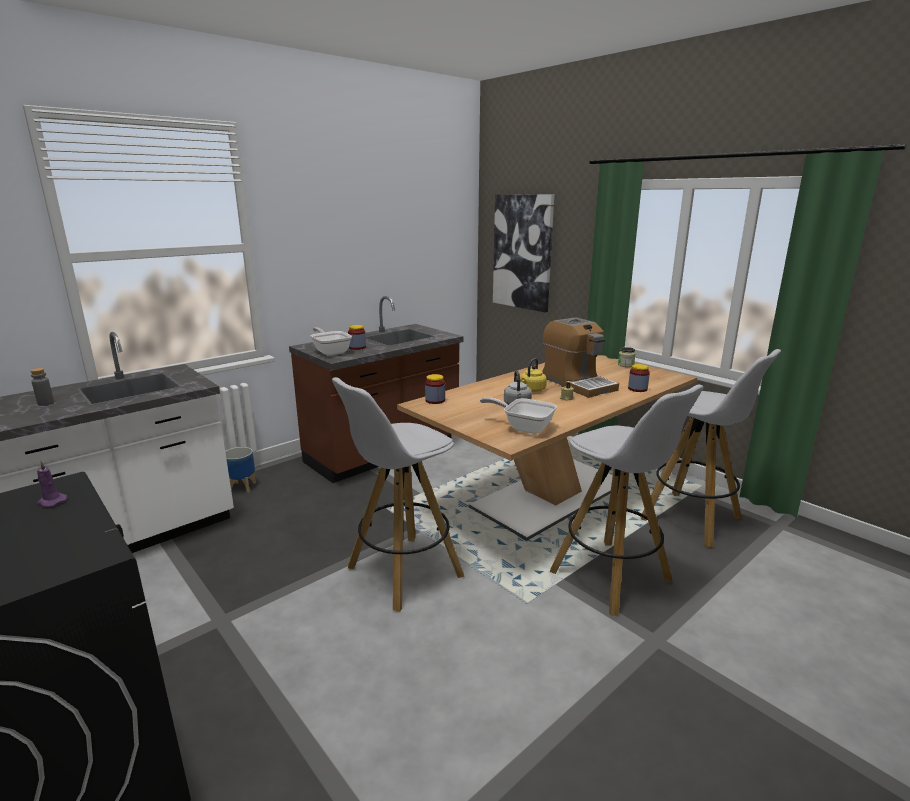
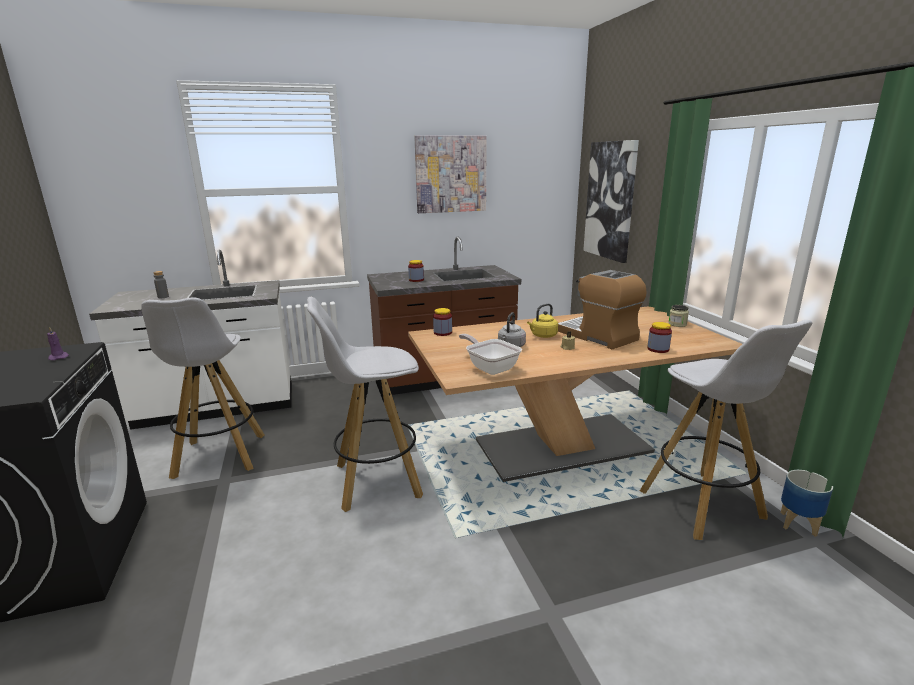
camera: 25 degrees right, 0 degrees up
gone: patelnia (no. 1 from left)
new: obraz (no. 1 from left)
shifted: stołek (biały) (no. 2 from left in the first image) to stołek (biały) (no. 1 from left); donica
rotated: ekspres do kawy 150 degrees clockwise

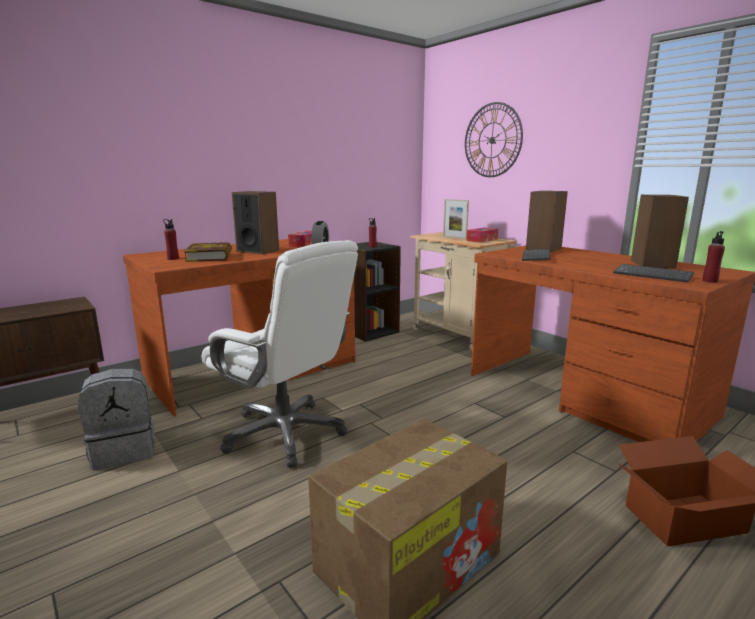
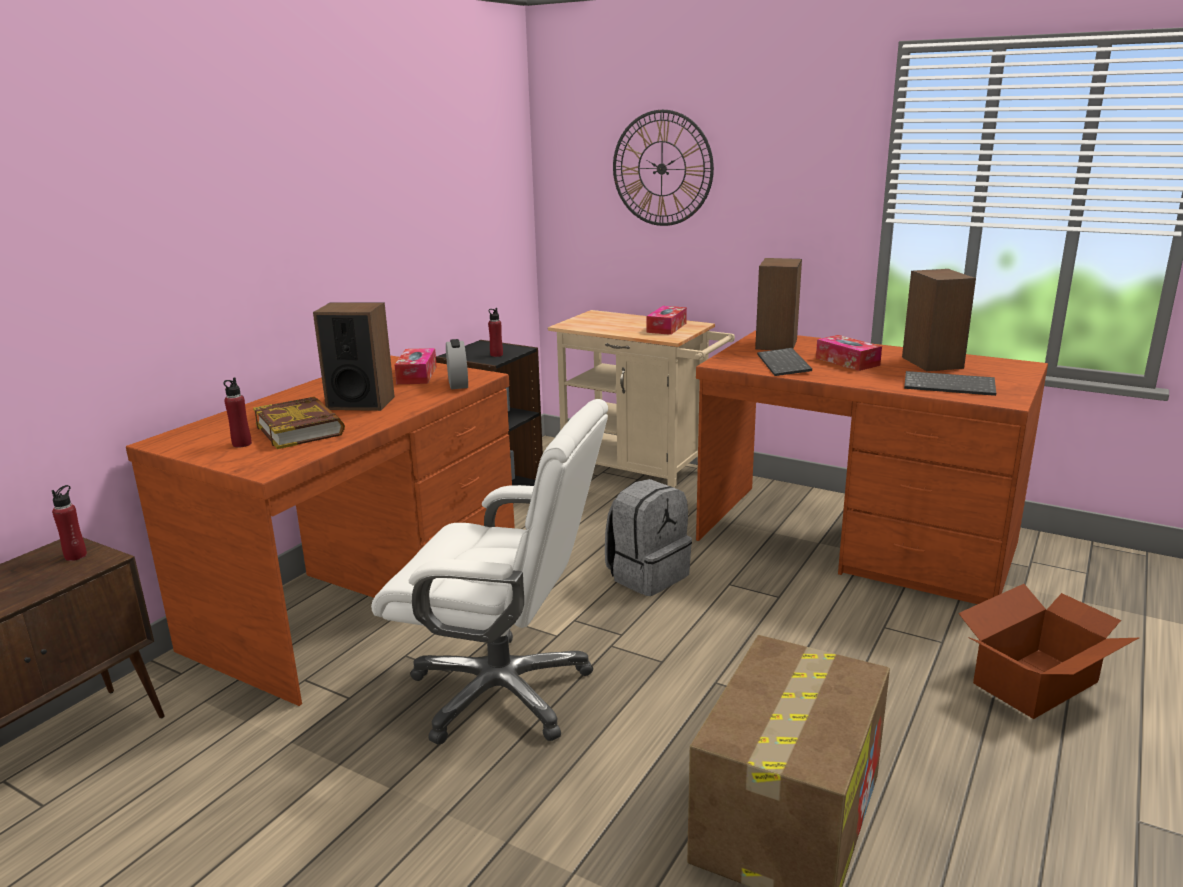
camera: 20 degrees left, 5 degrees up
gone: ramka na zdjęcie
new: pudełko chusteczek (no. 3 from left)
shifted: butelka (czerwony) (no. 3 from left in the first image) to butelka (czerwony) (no. 1 from left); plecak (szary)

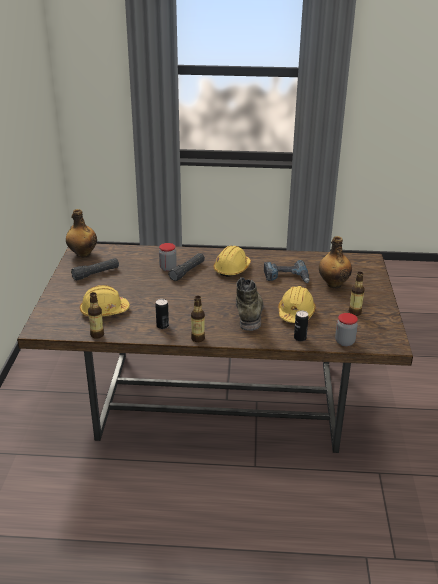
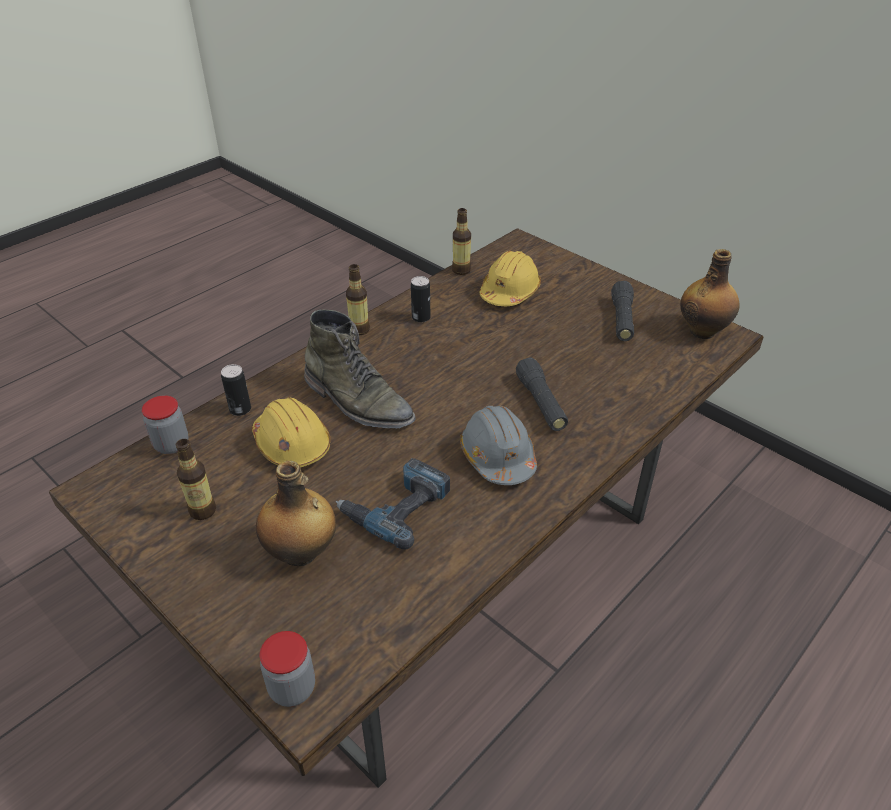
camera: 130 degrees right, 10 degrees up
shifted: słoik (no. 1 from left in the first image) to słoik (no. 2 from left)
repainted: kask (żółty) (no. 2 from left) to kask (szary)

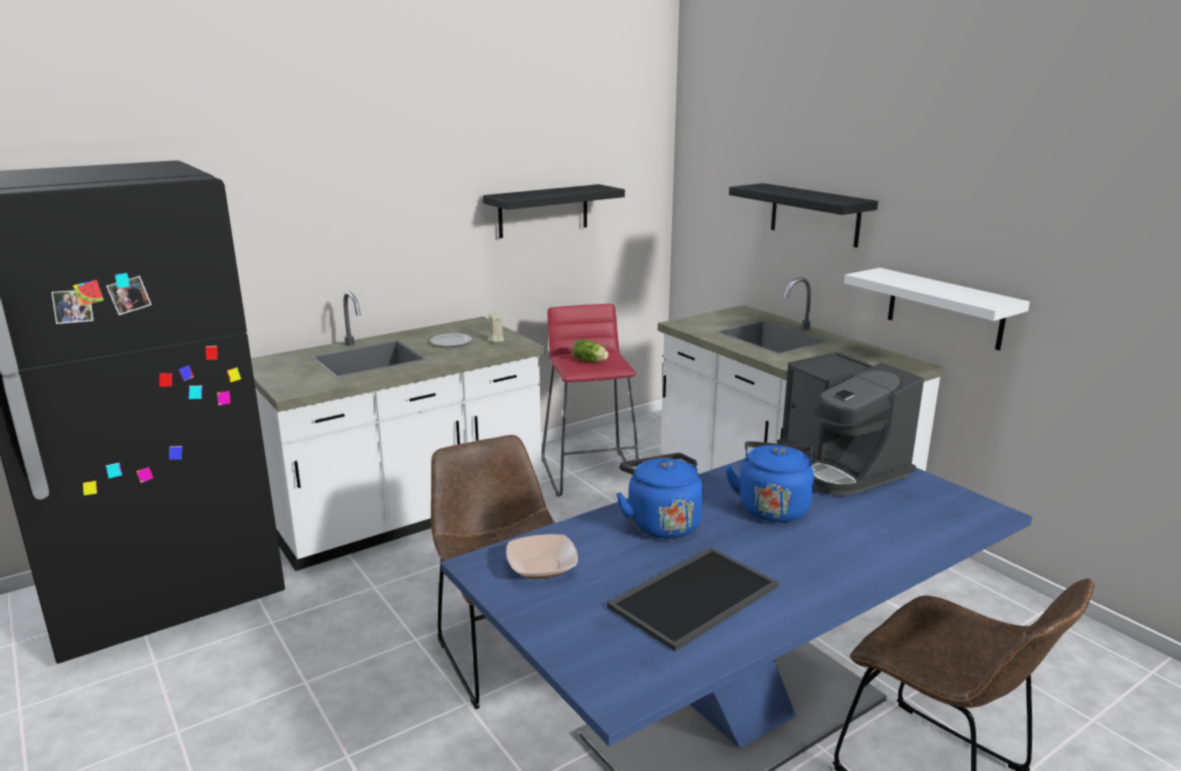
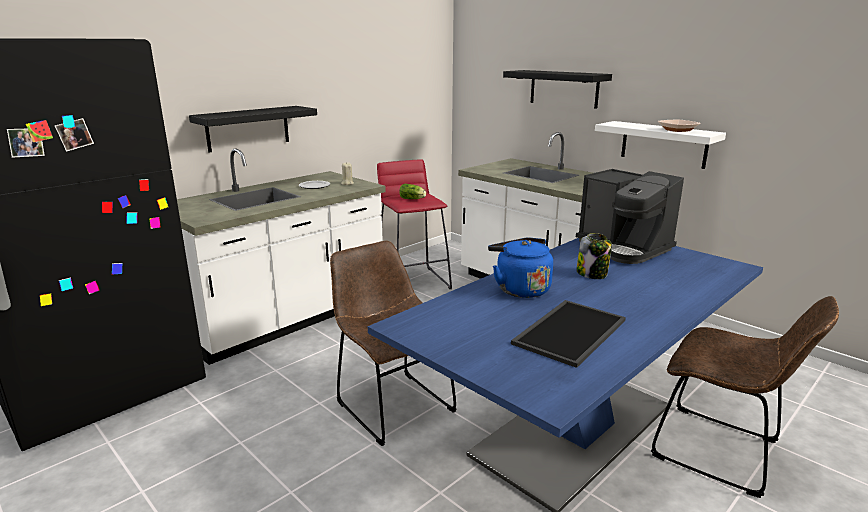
camera: 10 degrees left, 0 degrees up
shifted: półka (czarny) (no. 1 from left); miska
swapped: czajnik (niebieski) (no. 2 from left) to słoik

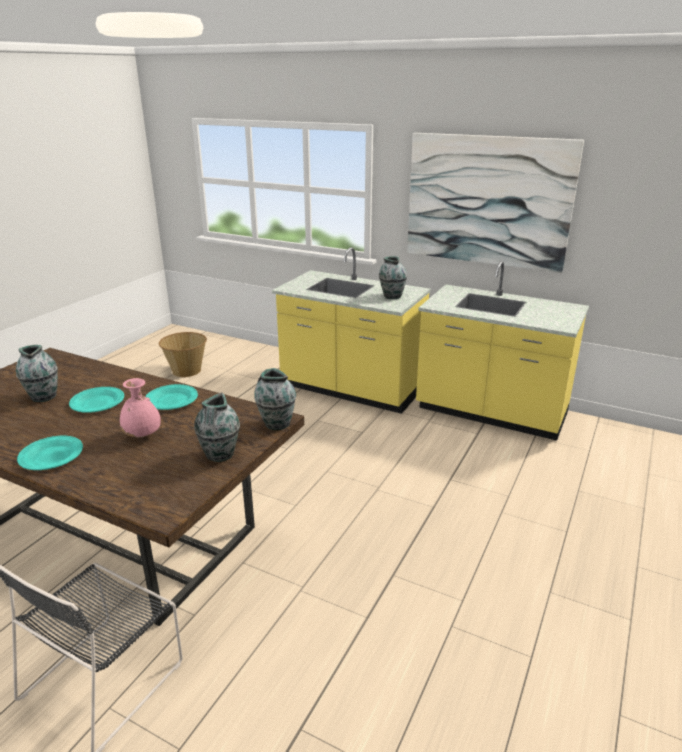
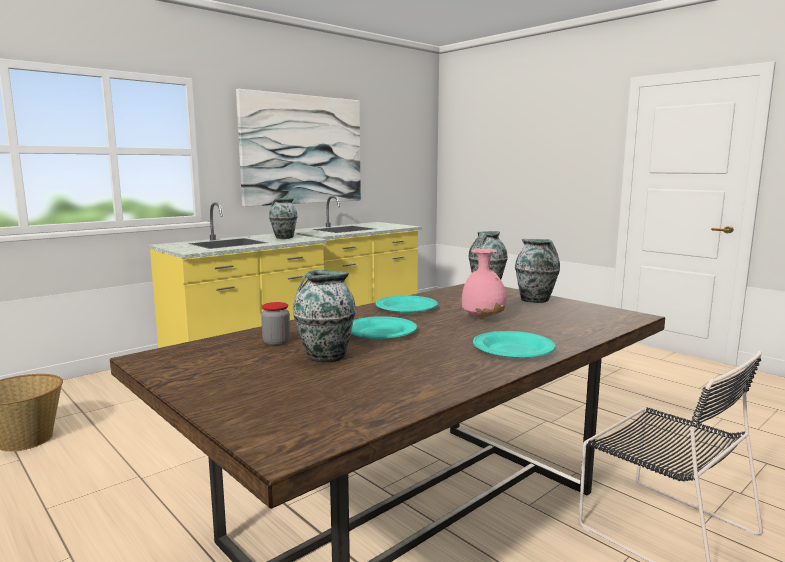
camera: 70 degrees left, 15 degrees down
new: słoik

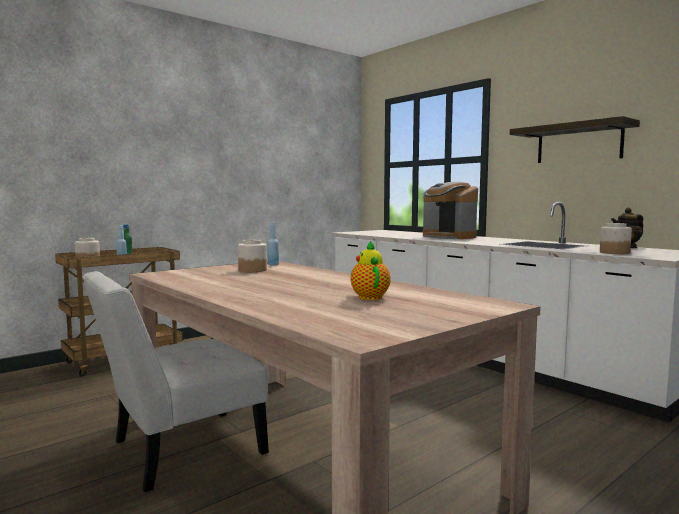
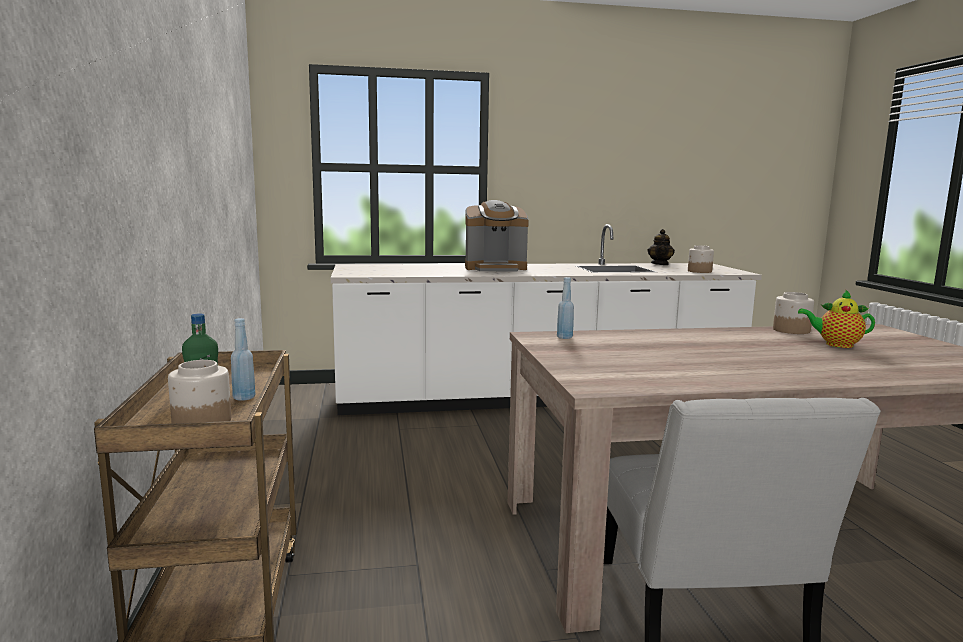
camera: 60 degrees left, 5 degrees up
gone: półka
shifted: słoik (no. 2 from left in the first image) to słoik (no. 3 from left)

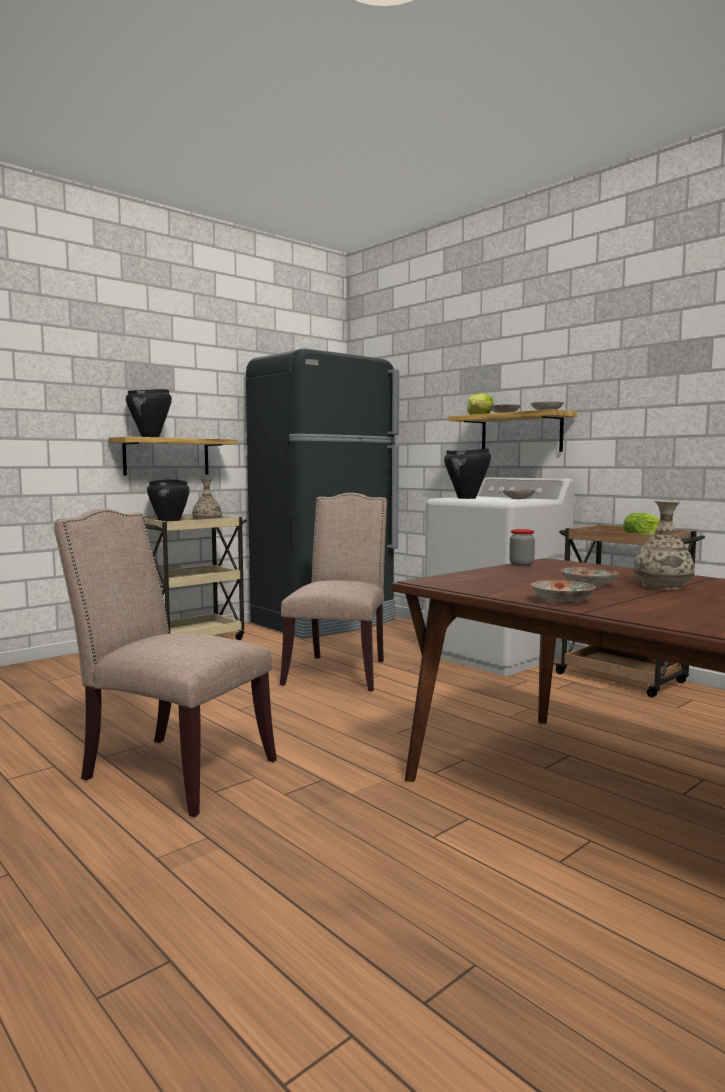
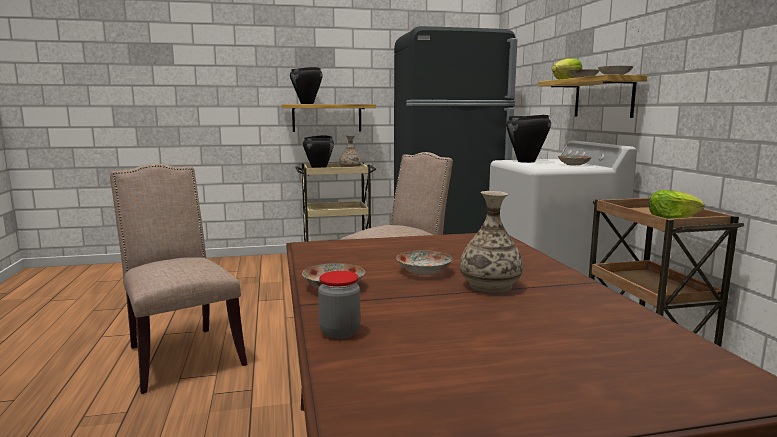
camera: 30 degrees right, 5 degrees up
shifted: słoik

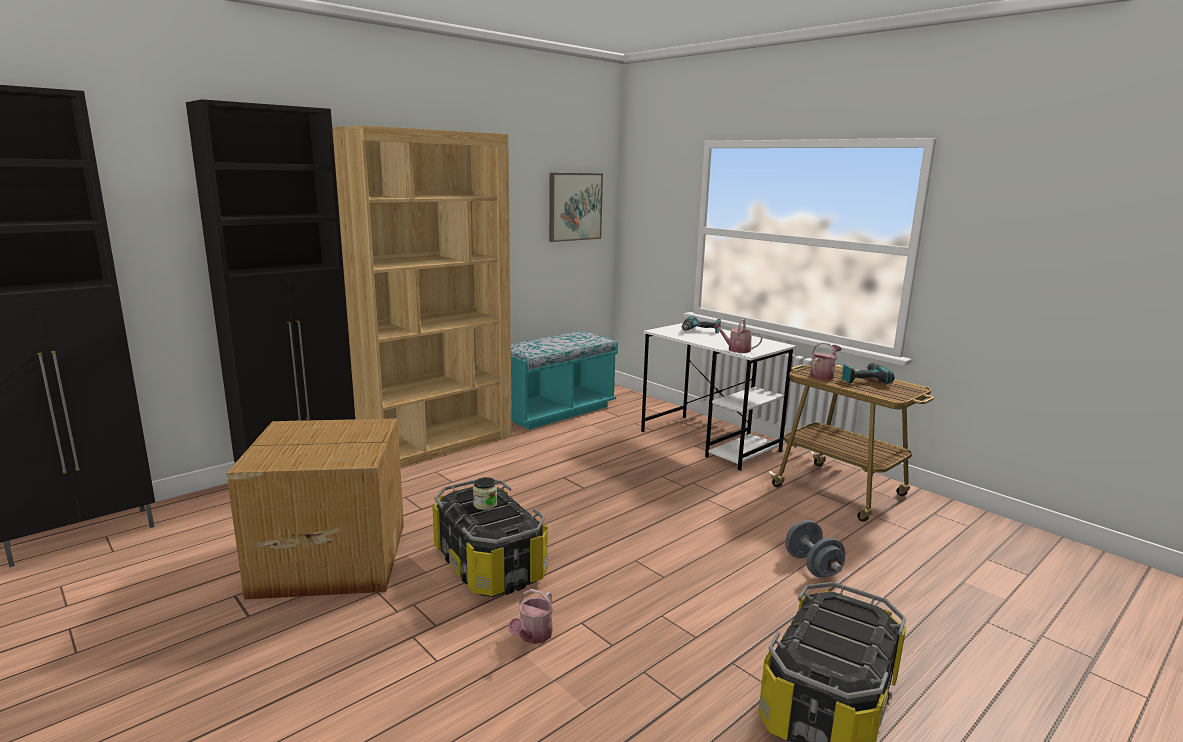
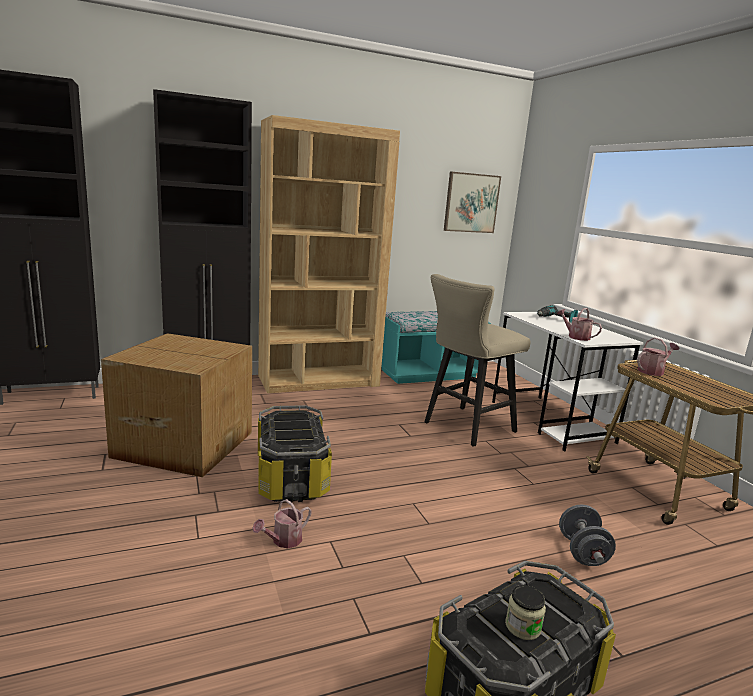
camera: 20 degrees right, 0 degrees up
gone: wiertarka (no. 2 from left)
new: stołek (beżowy)
shifted: słoik

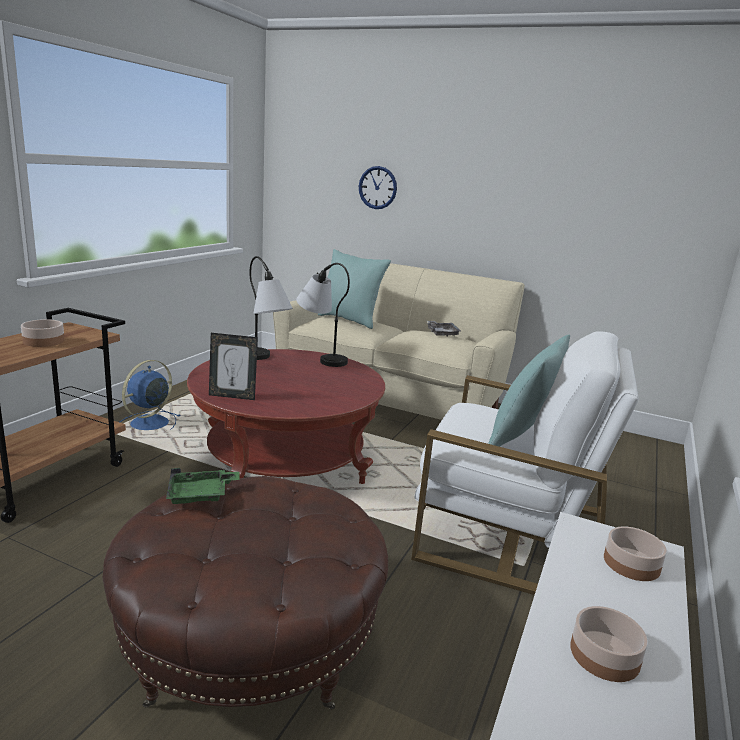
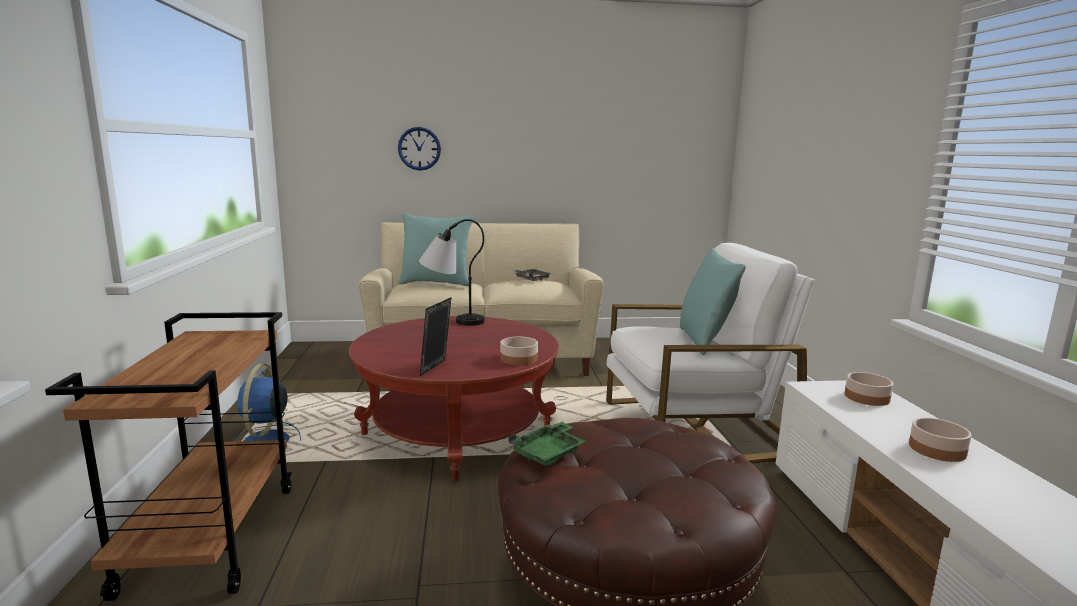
camera: 30 degrees left, 5 degrees down
gone: lampa stołowa (no. 1 from left)
shifted: miska (no. 1 from left)
rotated: ramka na zdjęcie 135 degrees clockwise

